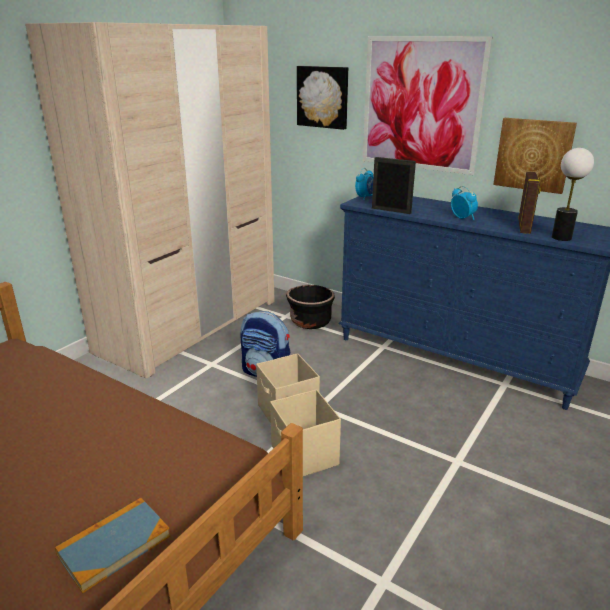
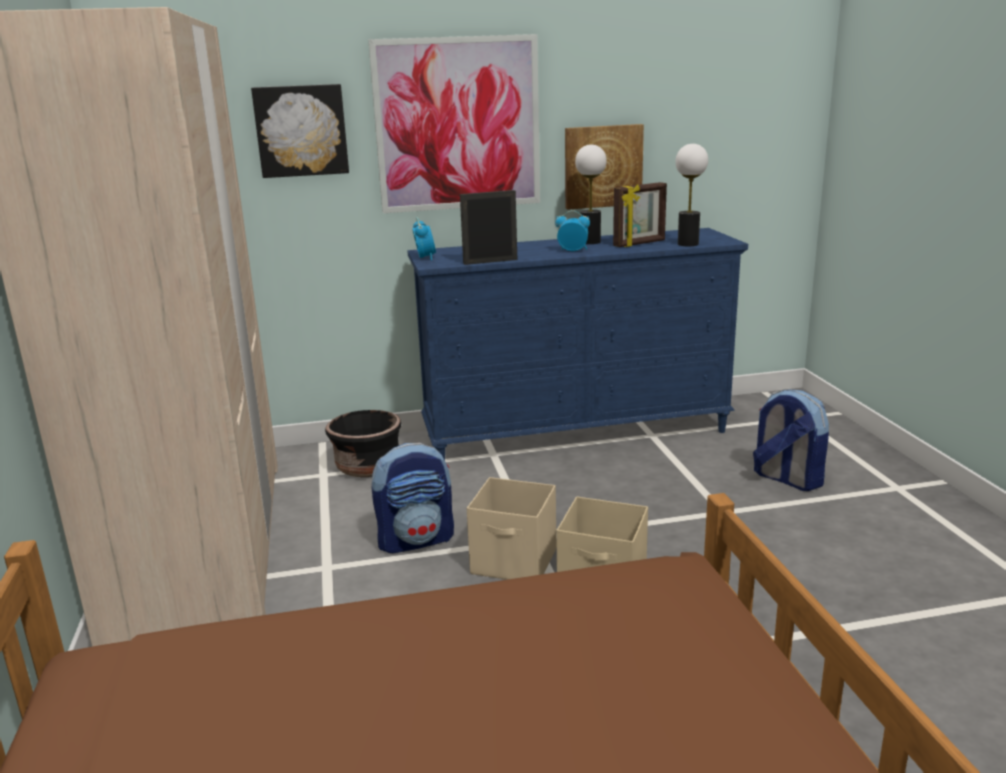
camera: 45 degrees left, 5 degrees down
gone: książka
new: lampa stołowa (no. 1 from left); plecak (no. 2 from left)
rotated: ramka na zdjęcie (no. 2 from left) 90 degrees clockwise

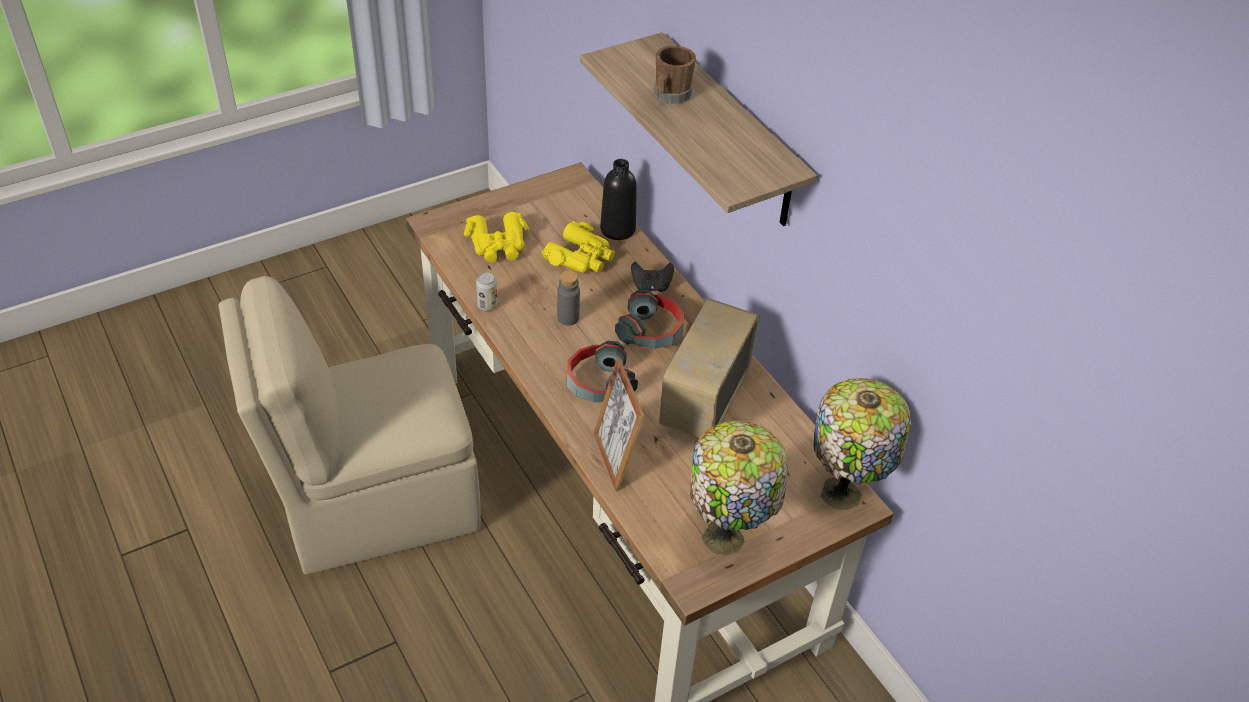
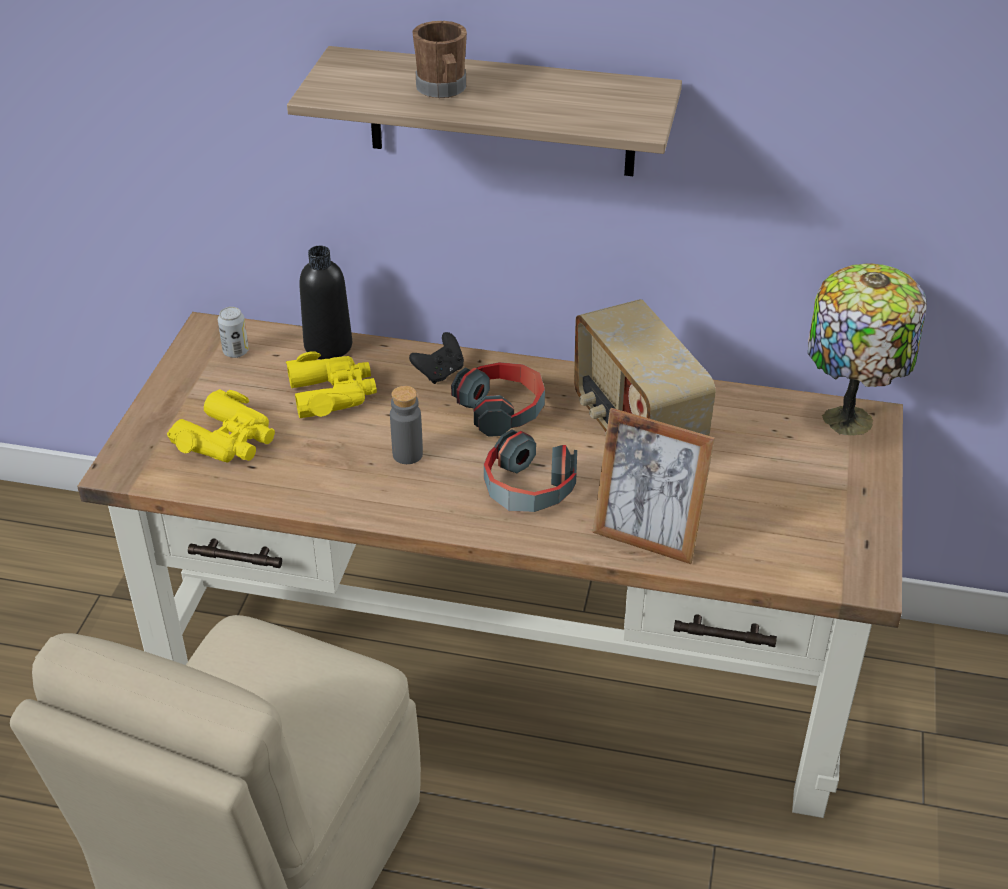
camera: 45 degrees left, 5 degrees down
gone: lampa stołowa (no. 1 from left)
shifted: puszka

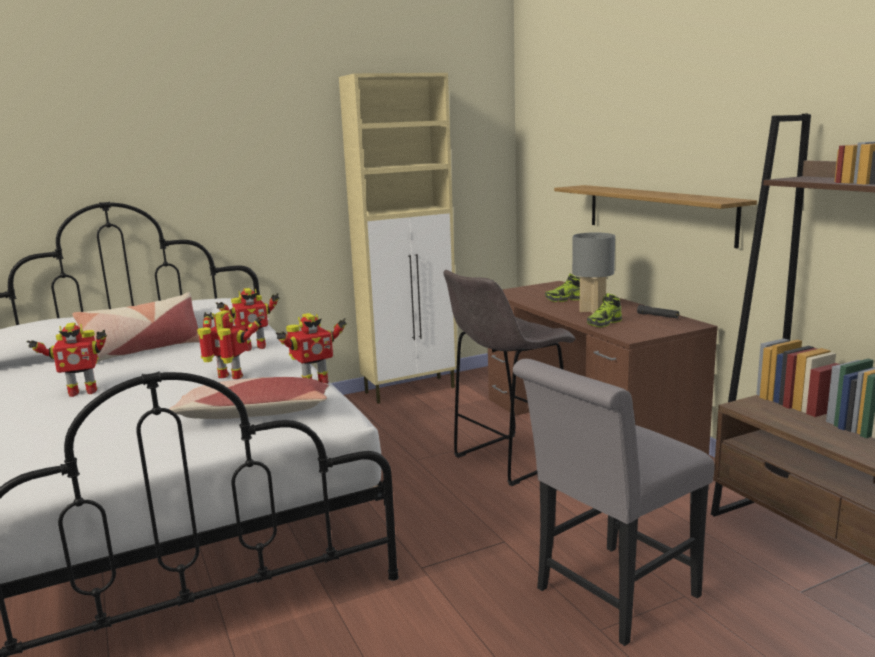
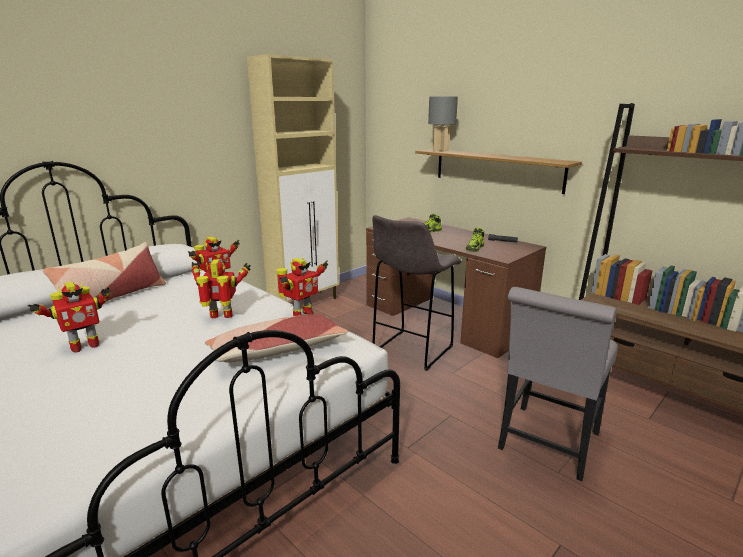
camera: 20 degrees left, 5 degrees up
shifted: lampa stołowa (szary)

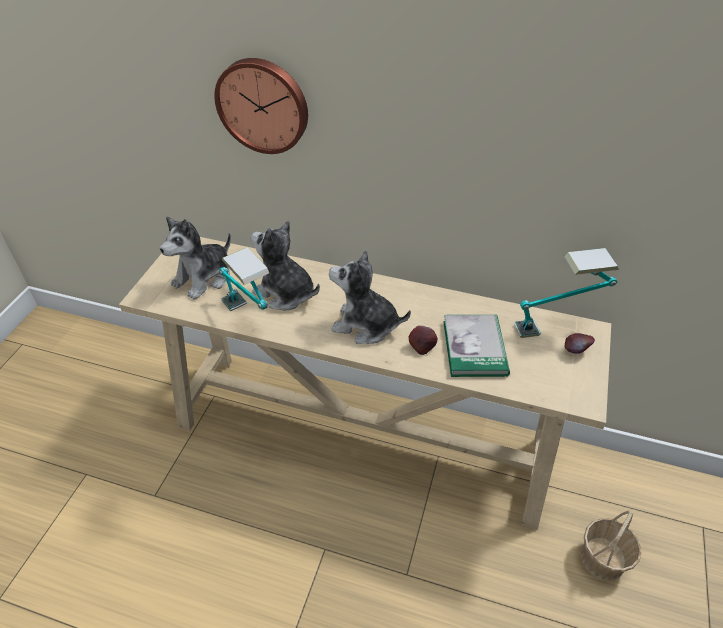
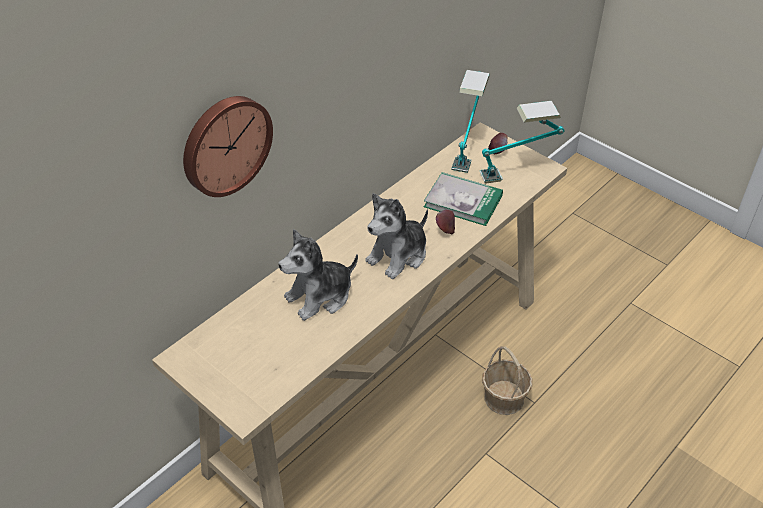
camera: 65 degrees left, 0 degrees up
gone: pluszak (no. 1 from left)
shifted: lampa stołowa (no. 1 from left in the first image) to lampa stołowa (no. 2 from left); koszyk

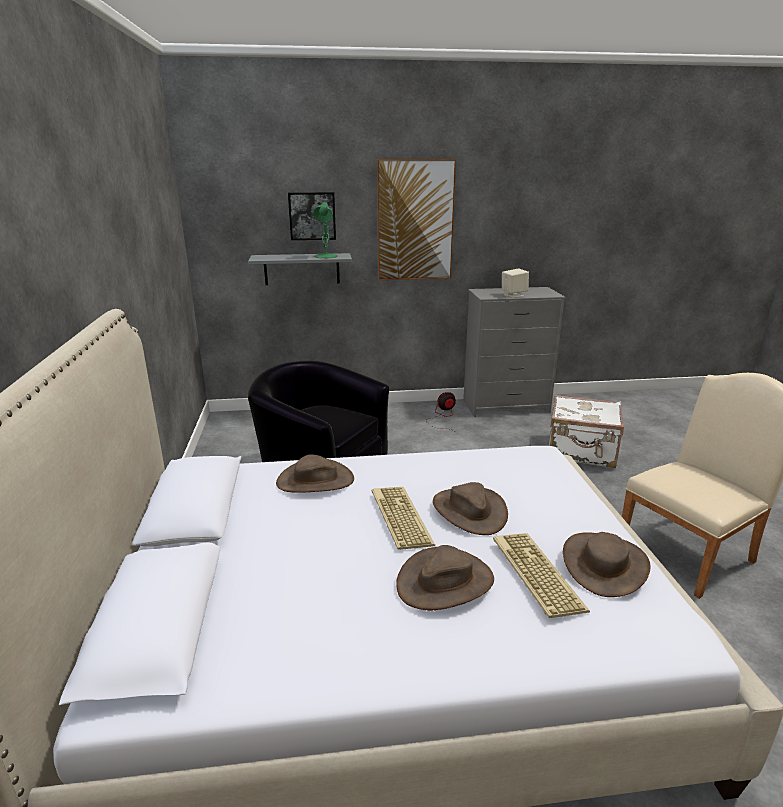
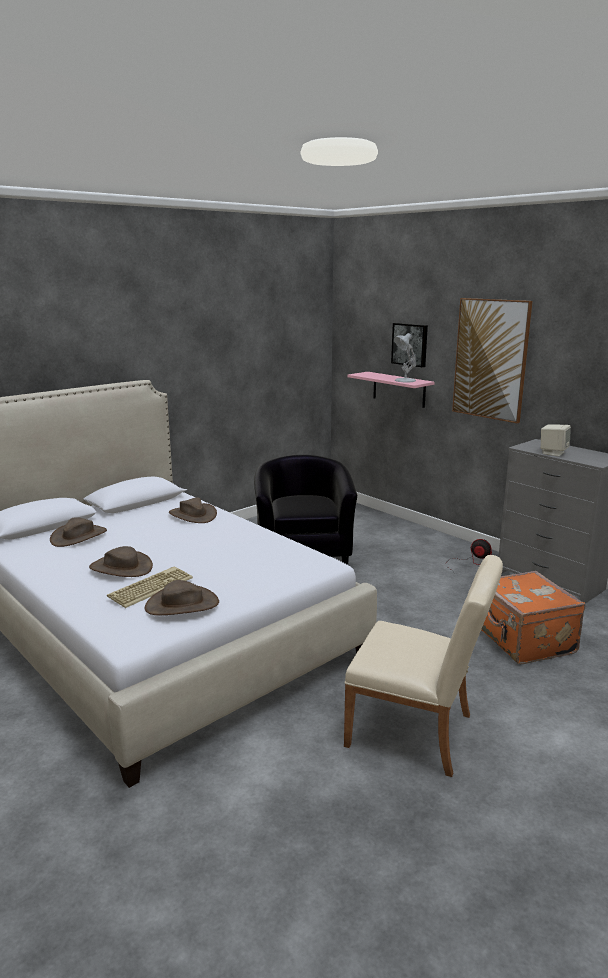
camera: 55 degrees right, 5 degrees down
gone: klawiatura (no. 1 from left)
shifted: kapelusz (brązowy) (no. 3 from left in the first image) to kapelusz (brązowy) (no. 1 from left)
repainted: półka (szary) to półka (różowy); lampa stołowa (zielony) to lampa stołowa (biały); walizka (biały) to walizka (pomarańczowy)

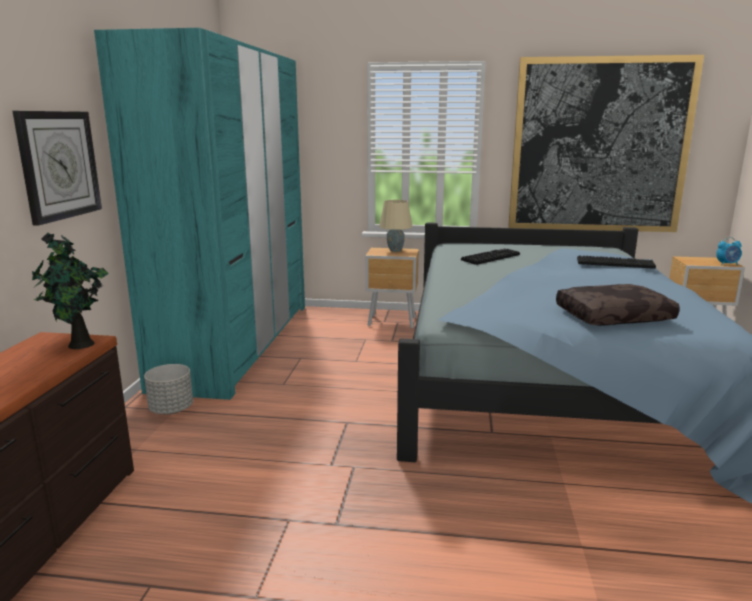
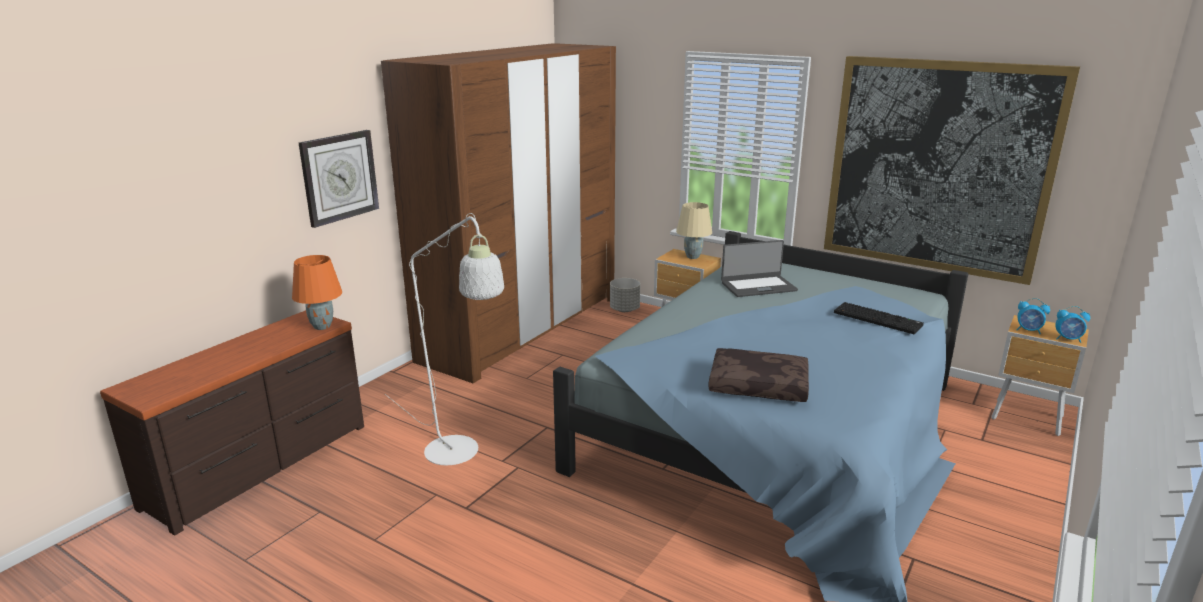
camera: 25 degrees right, 5 degrees up
new: lampa stojąca (biały); budzik (no. 1 from left)
shifted: donica (szary)
swapped: roślina doniczkowa to lampa stołowa (pomarańczowy); klawiatura (no. 1 from left) to laptop
repainted: szafa (turkusowy) to szafa (brązowy)

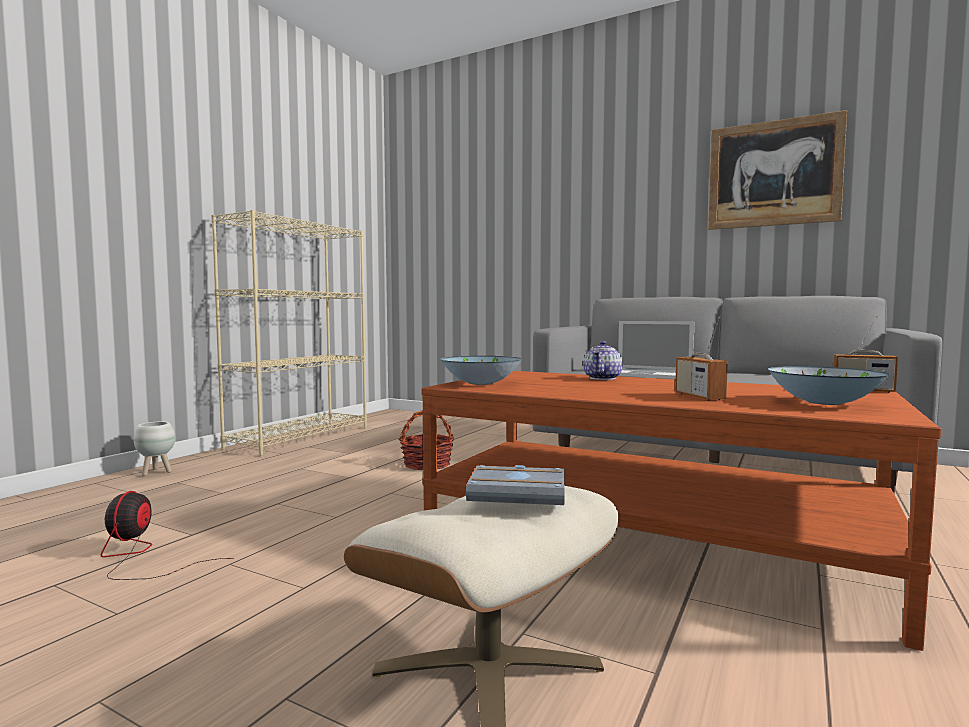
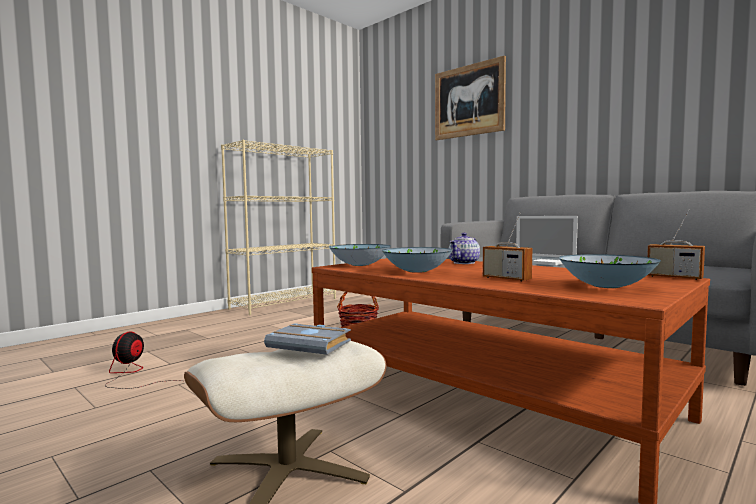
camera: 15 degrees right, 0 degrees up
gone: donica (biały)
new: miska (no. 2 from left)
shifted: obraz
rotated: radio (no. 1 from left) 45 degrees counterclockwise

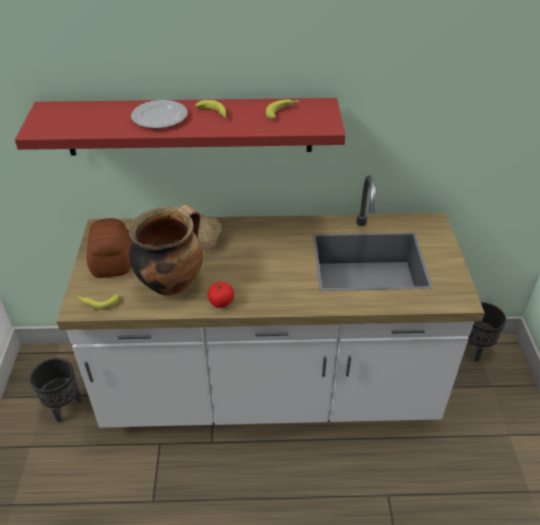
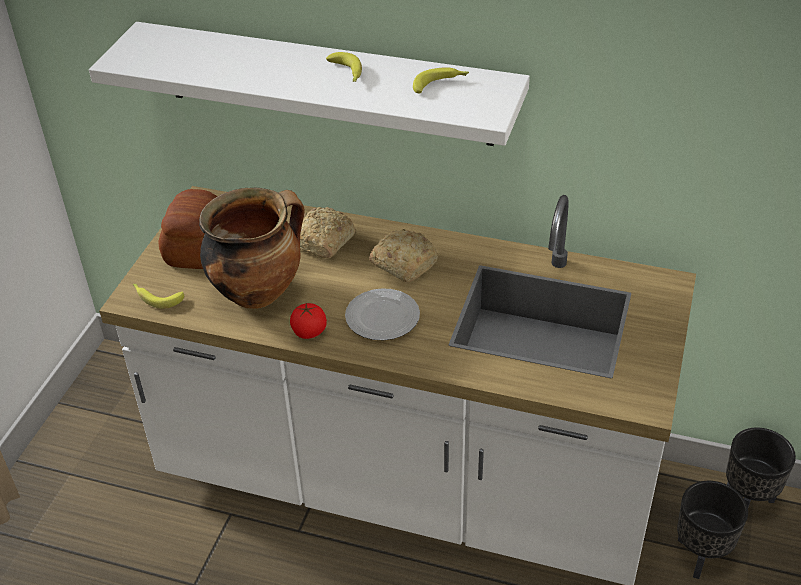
camera: 20 degrees right, 0 degrees up
new: chleb (no. 3 from left)
shifted: talerz; donica (czarny) (no. 1 from left)
repainted: półka (czerwony) to półka (biały)

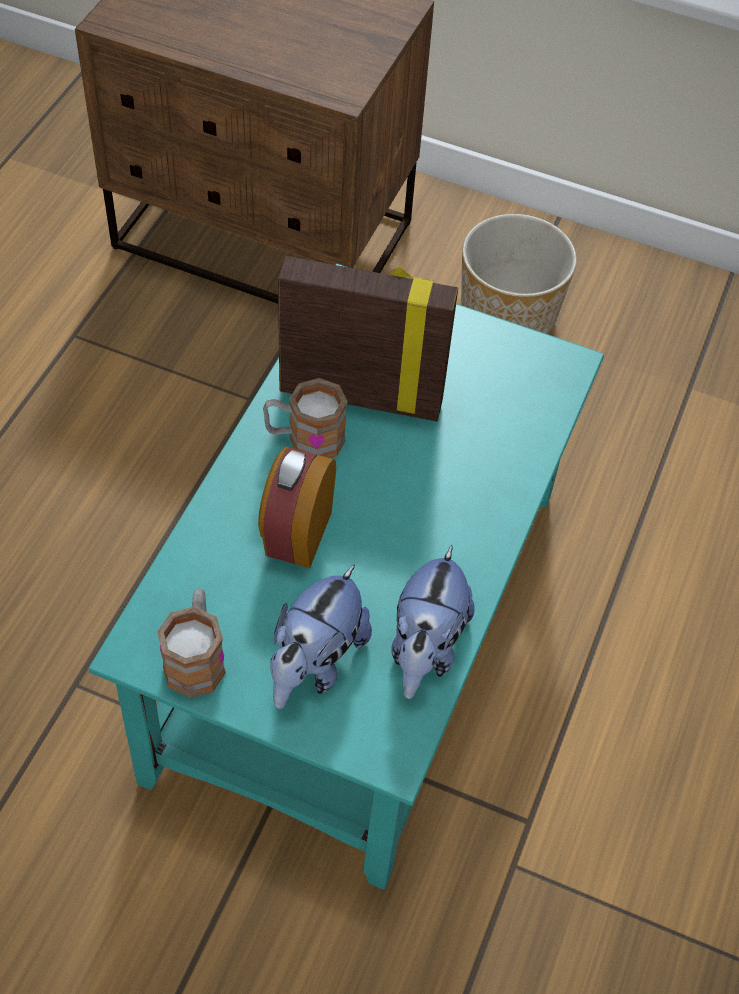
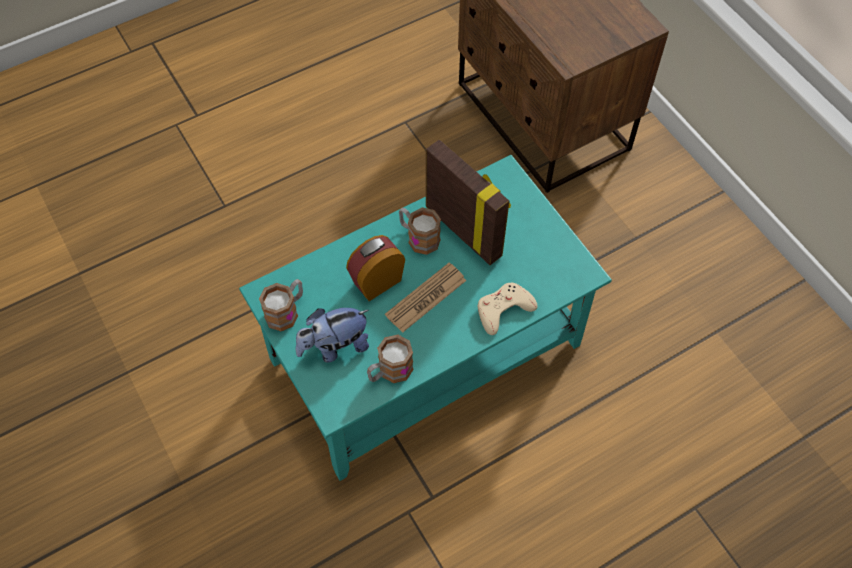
camera: 40 degrees right, 5 degrees up
gone: donica
new: gazeta; pad do gier (beżowy)
swapped: pluszak (no. 2 from left) to kubek (no. 2 from left)

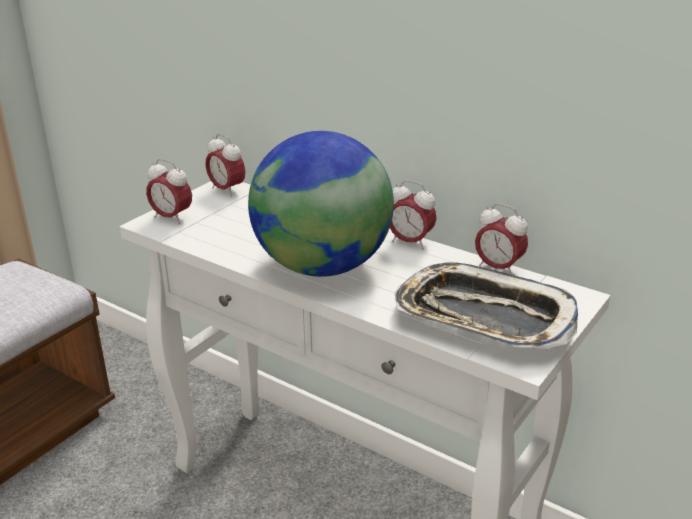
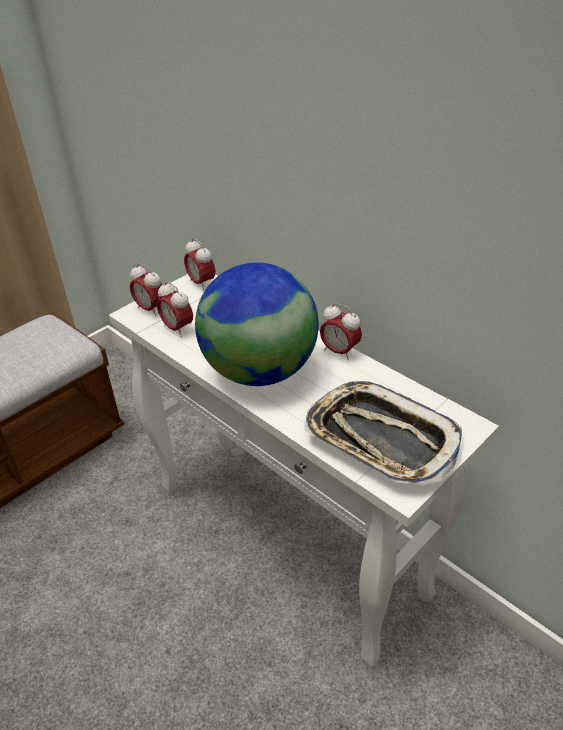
camera: 10 degrees right, 10 degrees up
shifted: budzik (no. 4 from left in the first image) to budzik (no. 2 from left)

